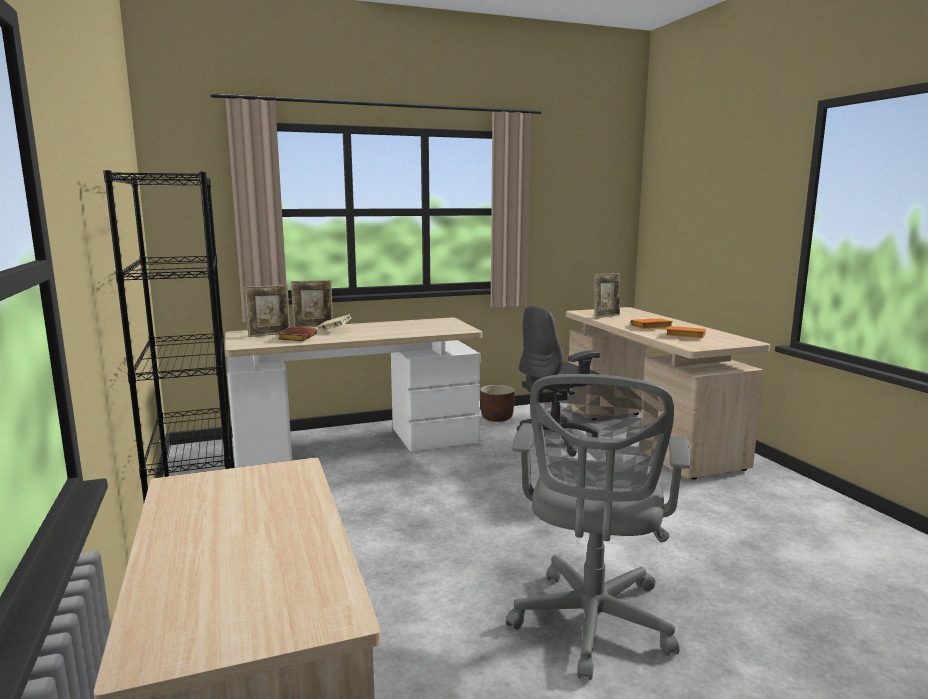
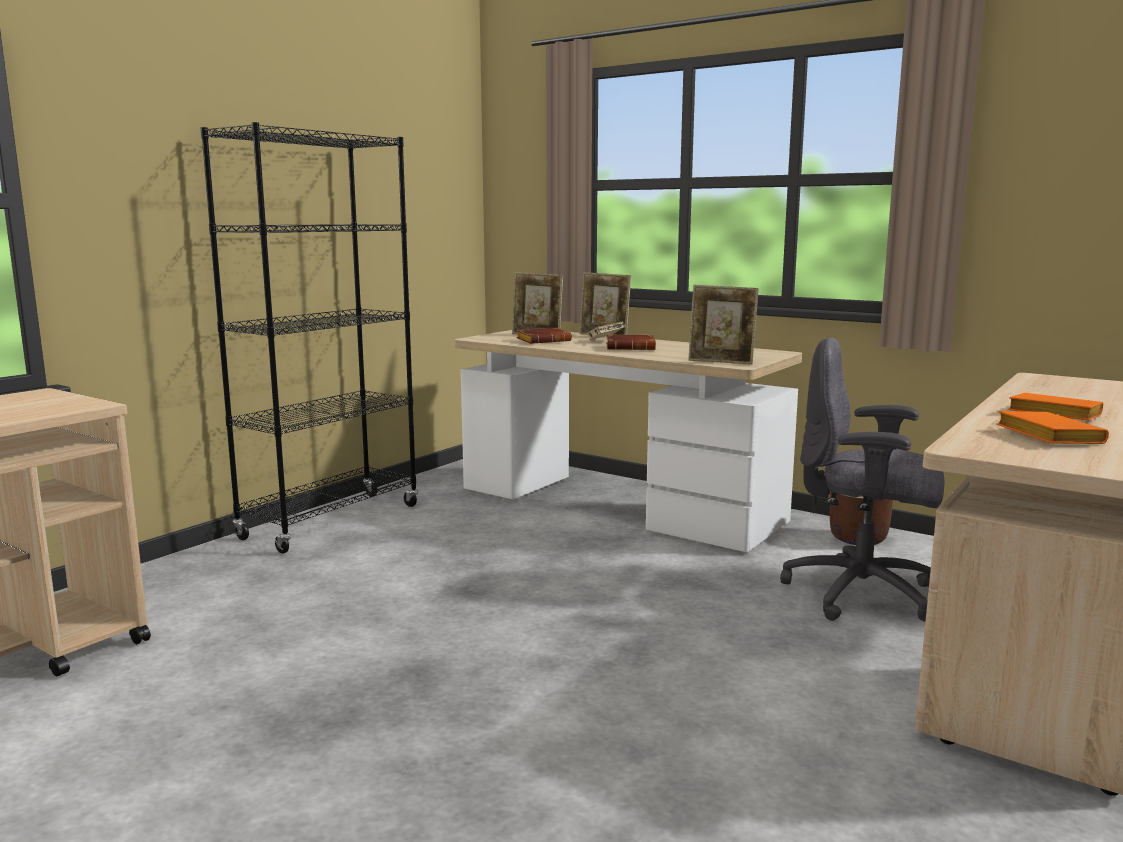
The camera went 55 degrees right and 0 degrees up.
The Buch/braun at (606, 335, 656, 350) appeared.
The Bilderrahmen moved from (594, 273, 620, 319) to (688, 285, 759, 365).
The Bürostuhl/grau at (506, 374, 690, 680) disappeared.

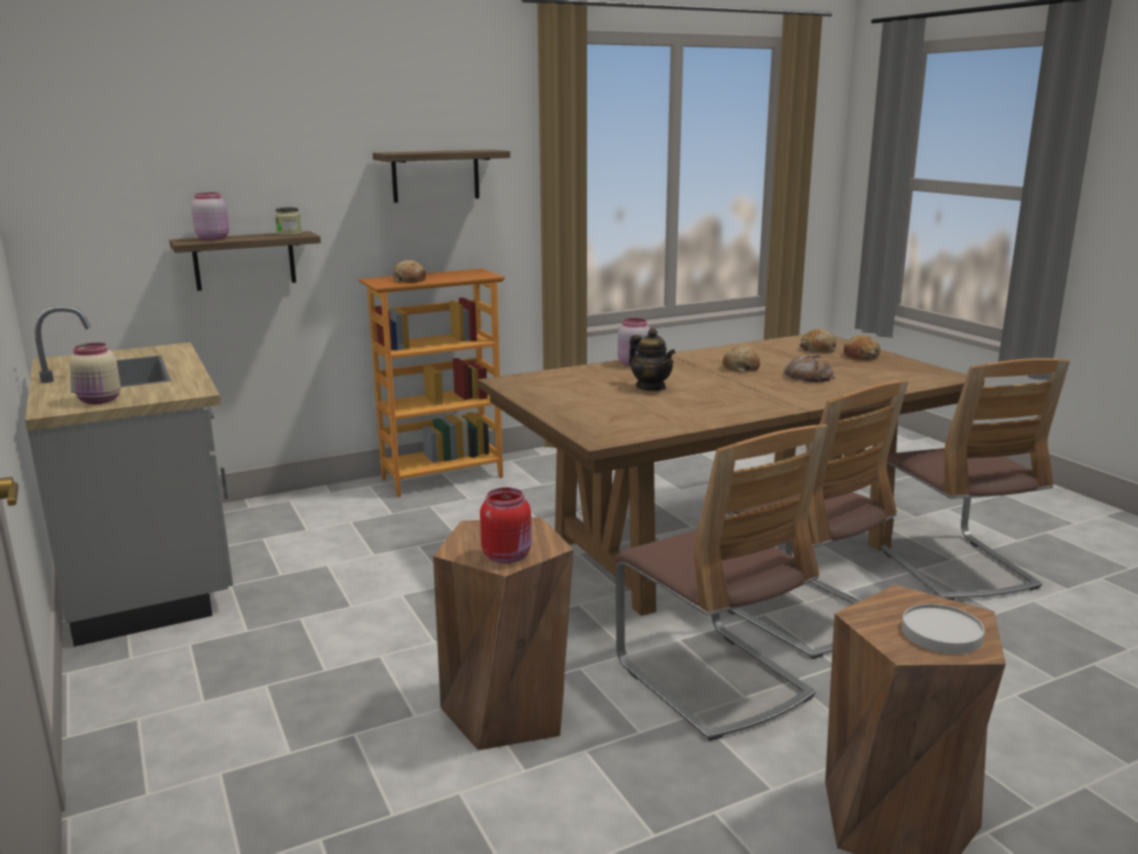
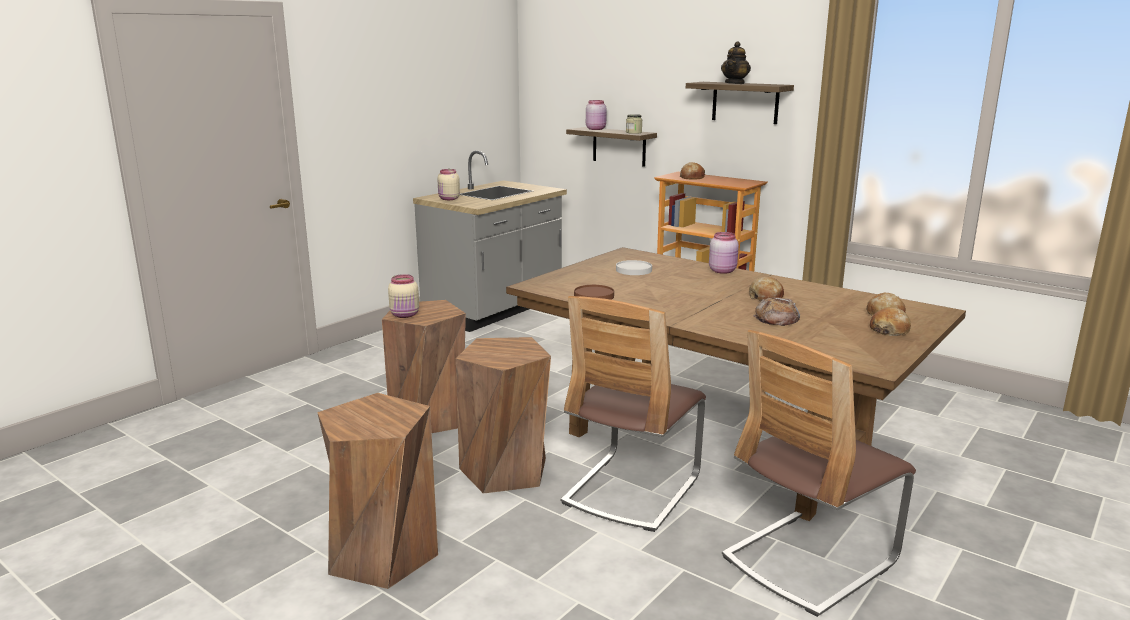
The camera went 65 degrees right and 0 degrees up.
The Vorratsglas/rot at (480, 487, 532, 564) became the Vorratsglas/beige at (388, 274, 419, 318).
The Stuhl at (614, 424, 828, 741) was replaced by the Hocker/braun at (456, 337, 551, 494).
The Teller/braun at (574, 285, 614, 300) appeared.
The Teller/weiß moved from (902, 604, 985, 654) to (616, 260, 652, 275).
The Teekanne moved from (629, 328, 676, 391) to (721, 41, 751, 84).

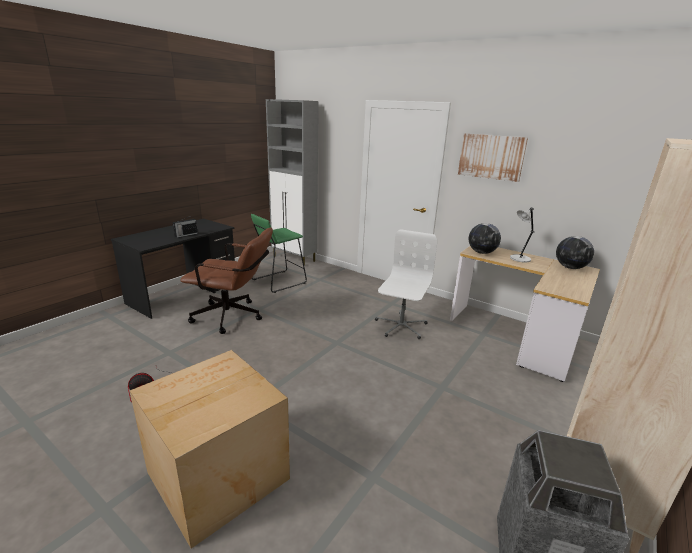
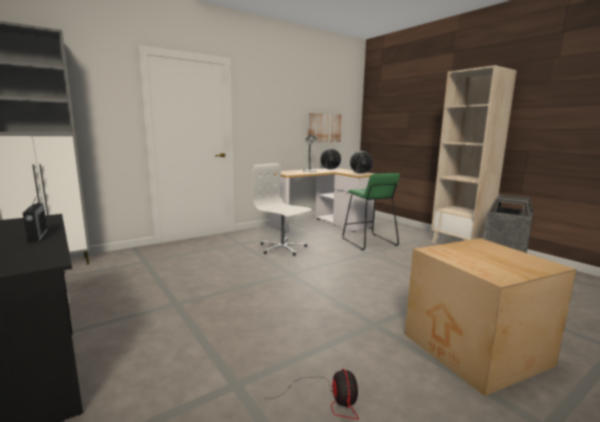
The camera went 70 degrees left and 10 degrees down.
The Bild moved from (458, 133, 528, 182) to (308, 113, 342, 142).
The Hocker/grün moved from (251, 214, 307, 293) to (343, 173, 400, 250).
The Globus moved from (469, 223, 501, 254) to (350, 151, 373, 174).
The Bürostuhl/braun at (180, 228, 273, 334) disappeared.

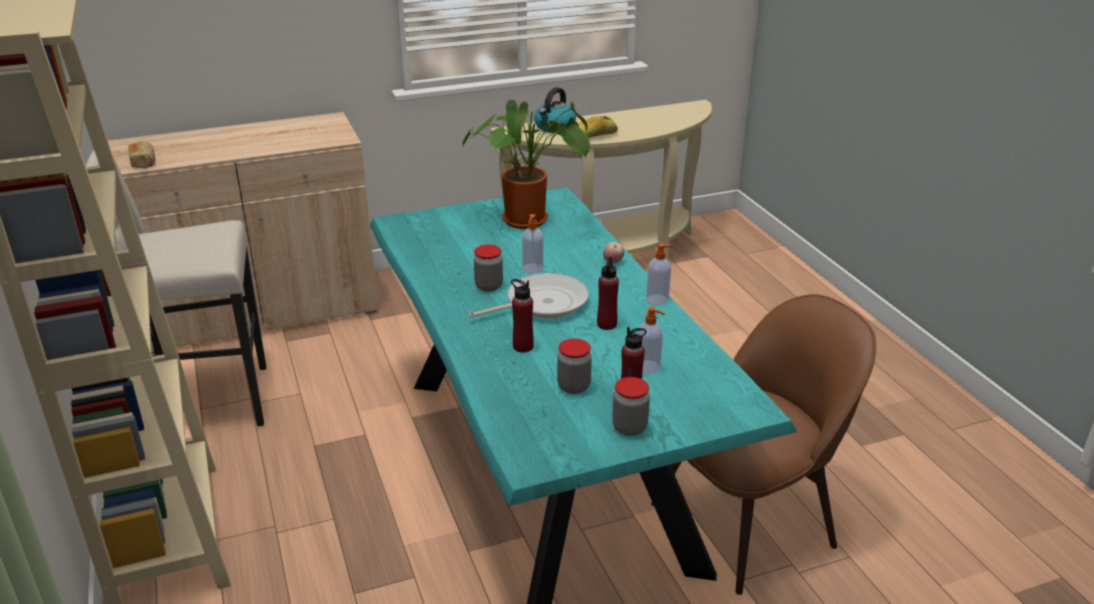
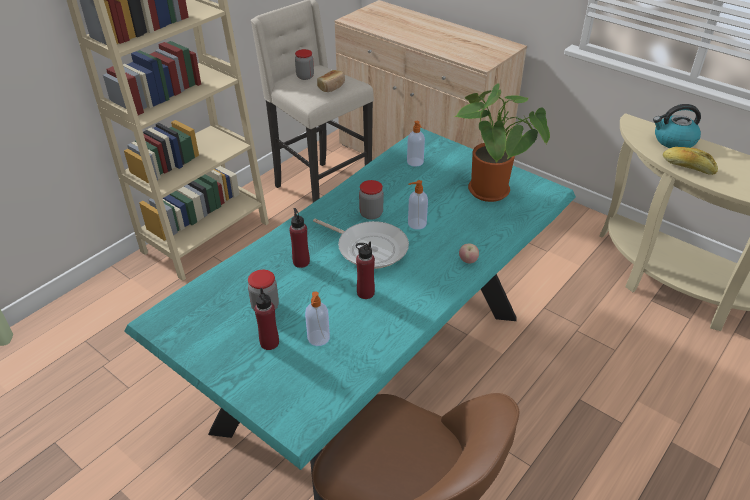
The camera went 60 degrees right and 10 degrees up.
The Vorratsglas moved from (612, 377, 650, 436) to (295, 49, 314, 80).
The Brot moved from (128, 141, 156, 168) to (317, 70, 345, 92).
The Seifenspender moved from (646, 243, 675, 305) to (407, 121, 425, 167).

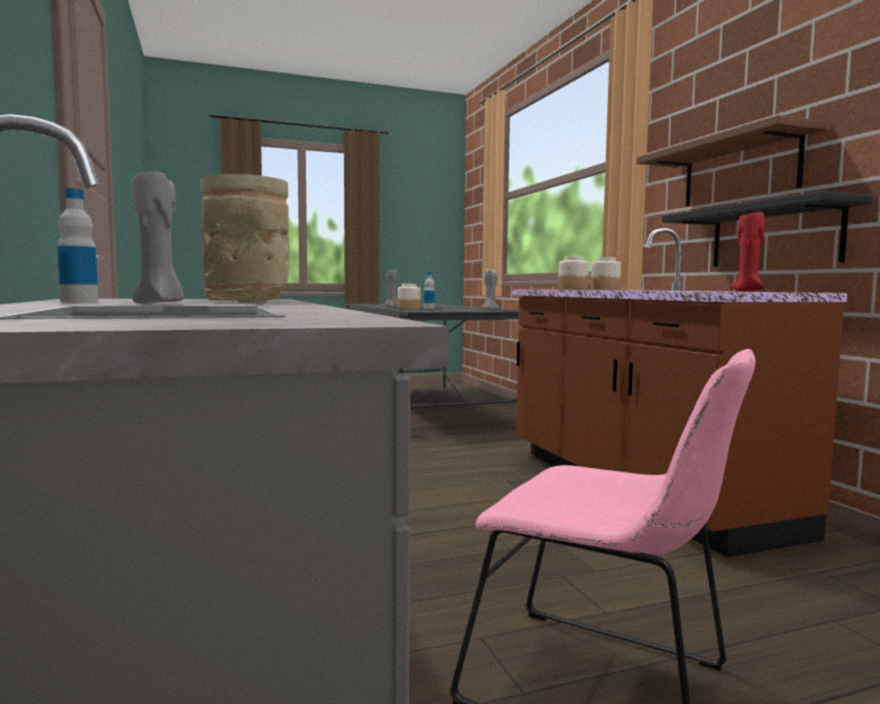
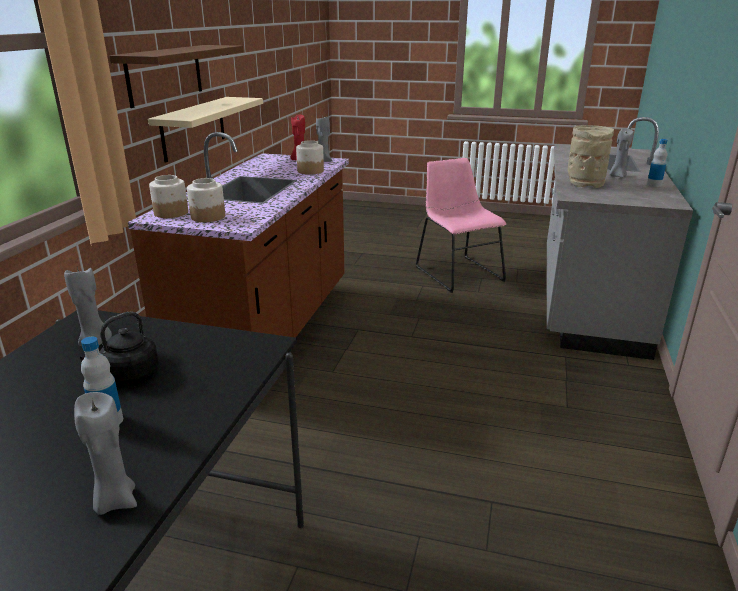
The camera went 145 degrees left and 20 degrees up.
The Wasserkessel/schwarz at (80, 311, 158, 383) appeared.
The Wandregal/schwarz at (662, 191, 872, 267) became the Wandregal/beige at (148, 97, 263, 163).
The Vorratsglas moved from (398, 284, 420, 309) to (296, 140, 324, 175).
The Kerze/grau at (316, 116, 332, 162) appeared.

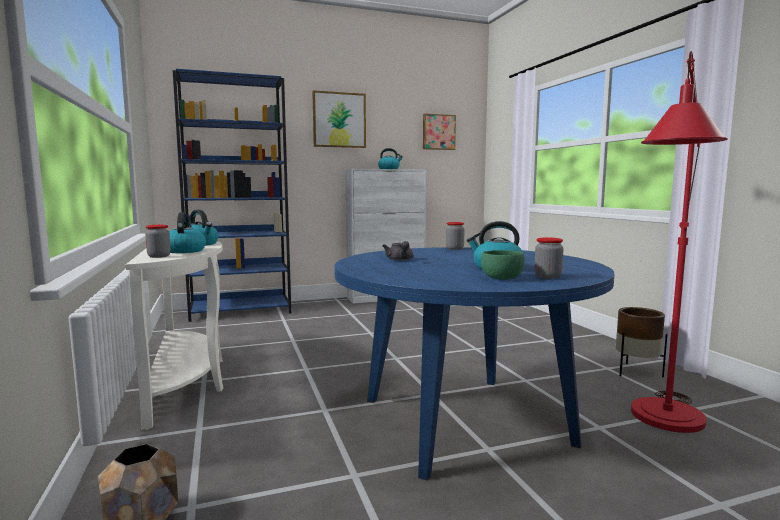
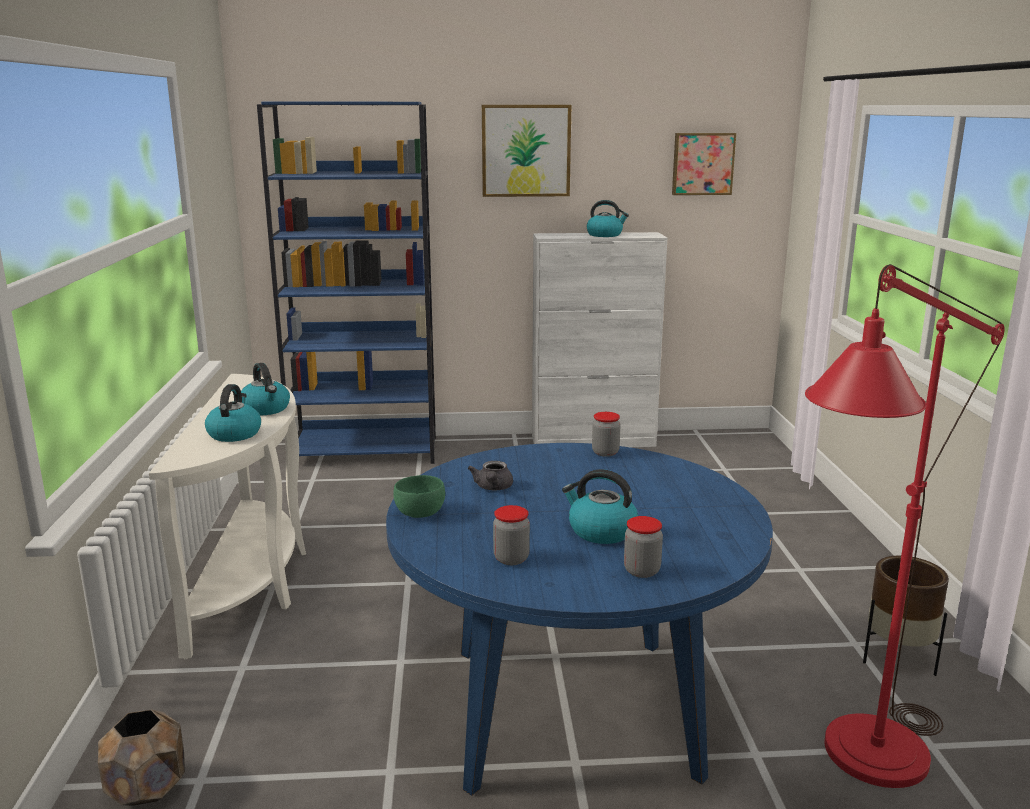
The camera went 15 degrees right and 10 degrees up.
The Schüssel/grün moved from (481, 250, 525, 280) to (393, 475, 445, 518).
The Vorratsglas moved from (145, 225, 171, 258) to (493, 505, 530, 565).

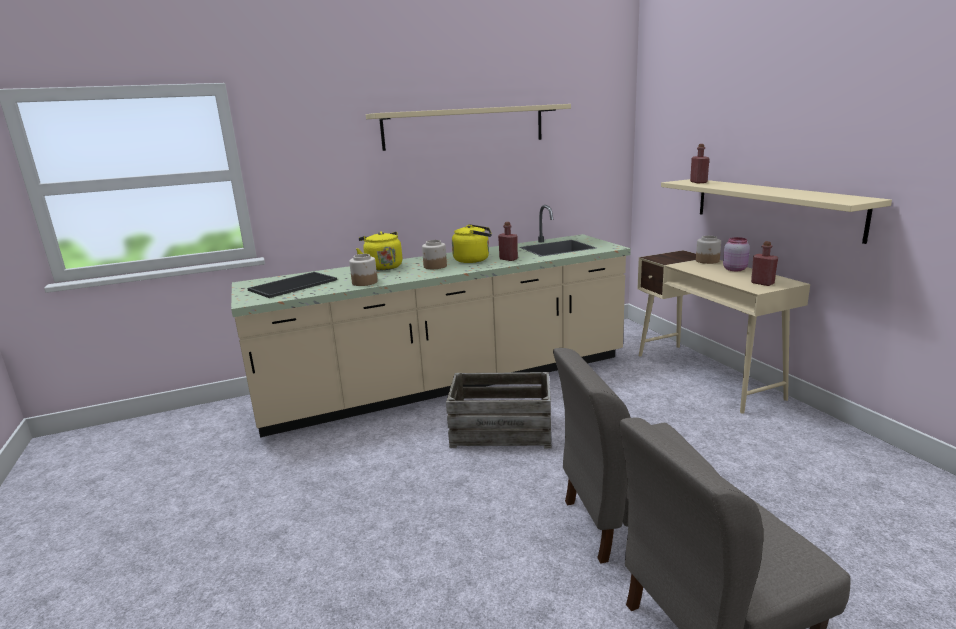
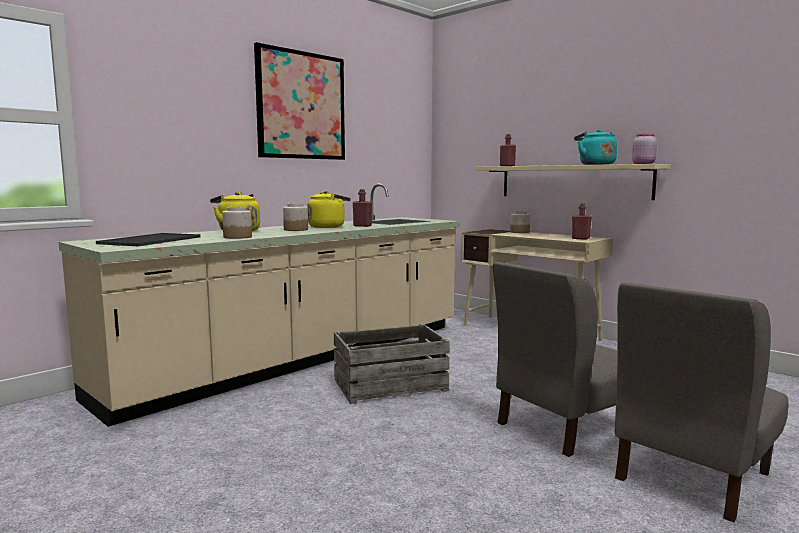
The camera went 25 degrees left and 10 degrees down.
The Wandregal/beige at (366, 104, 571, 151) was replaced by the Bild at (254, 42, 345, 160).
The Wasserkessel/türkis at (574, 130, 617, 165) appeared.
The Vorratsglas/rosa moved from (723, 237, 750, 271) to (632, 133, 657, 164).

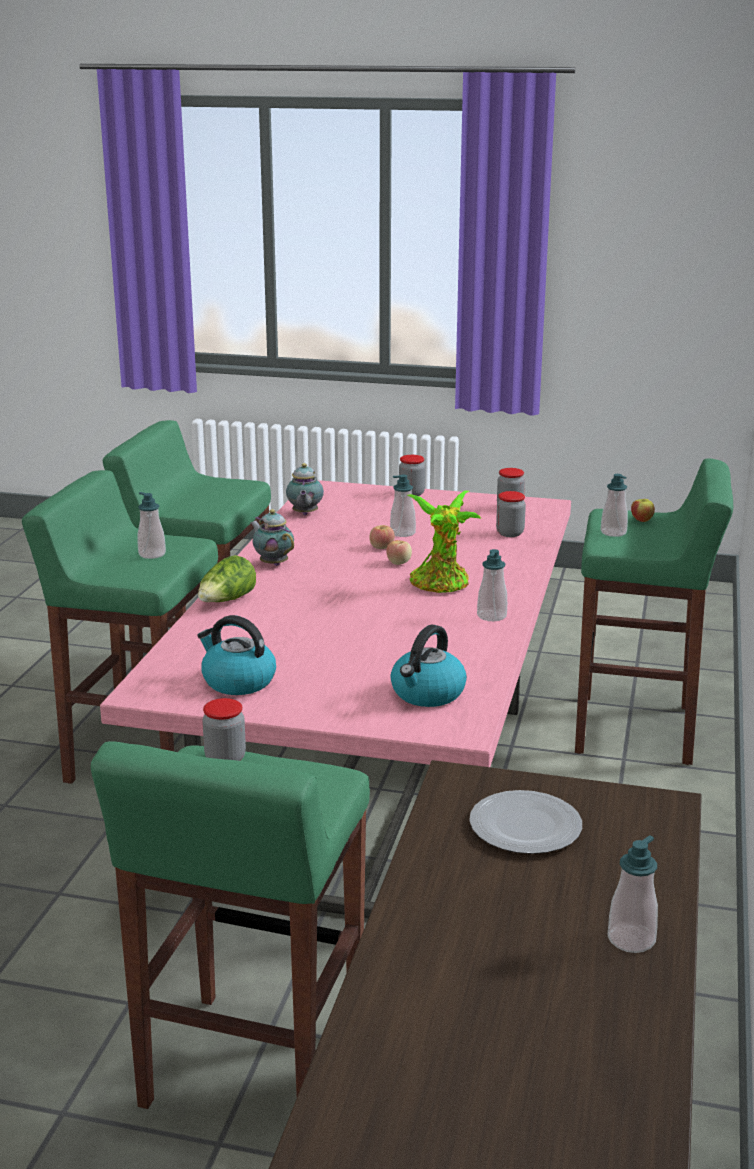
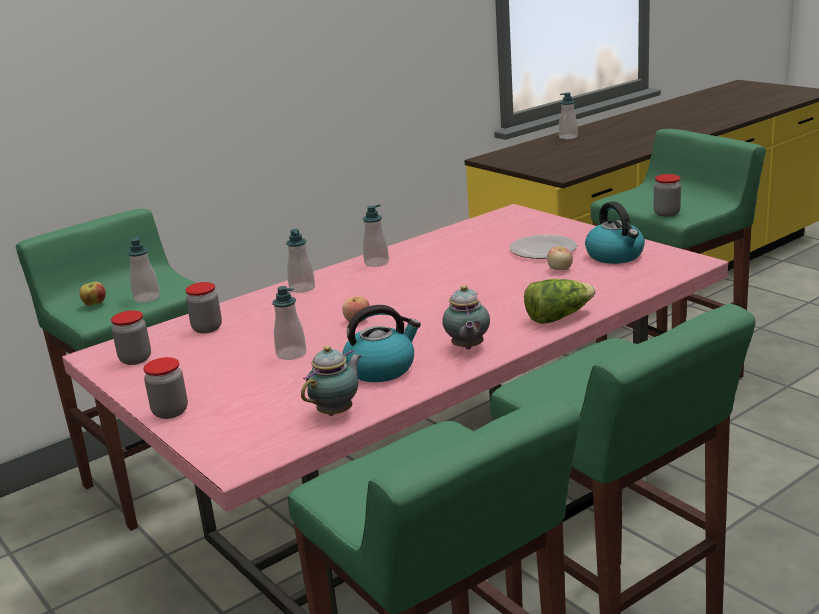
The camera went 140 degrees left and 0 degrees up.
The Seifenspender moved from (138, 492, 166, 559) to (286, 229, 315, 293).
The Wasserkessel moved from (390, 625, 467, 707) to (342, 305, 421, 382).
The Teller moved from (469, 790, 582, 854) to (509, 235, 577, 259).
The Apfel moved from (370, 525, 395, 549) to (547, 246, 573, 270).
The Topfpflanze at (407, 491, 482, 593) disappeared.

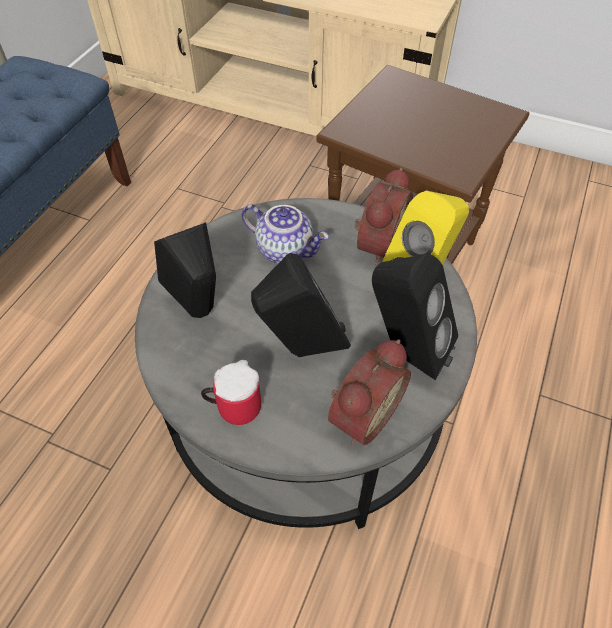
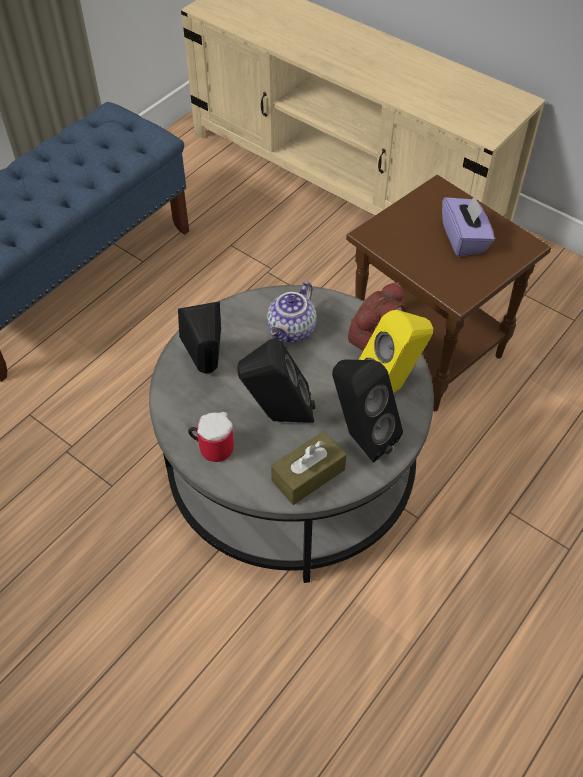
The camera went 15 degrees right and 0 degrees up.
The Teekanne at (241, 204, 329, 263) turned 75 degrees clockwise.
The Wecker at (328, 339, 411, 445) was replaced by the Taschentuchbox/braun at (271, 431, 346, 505).
The Taschentuchbox/lila at (442, 195, 495, 257) appeared.

